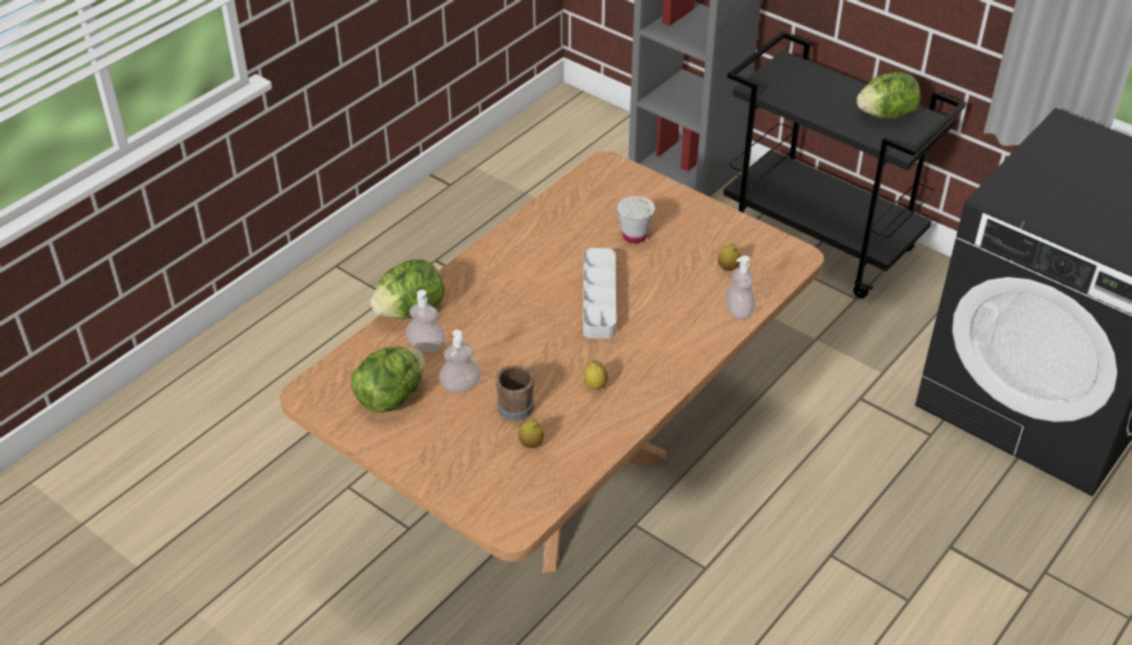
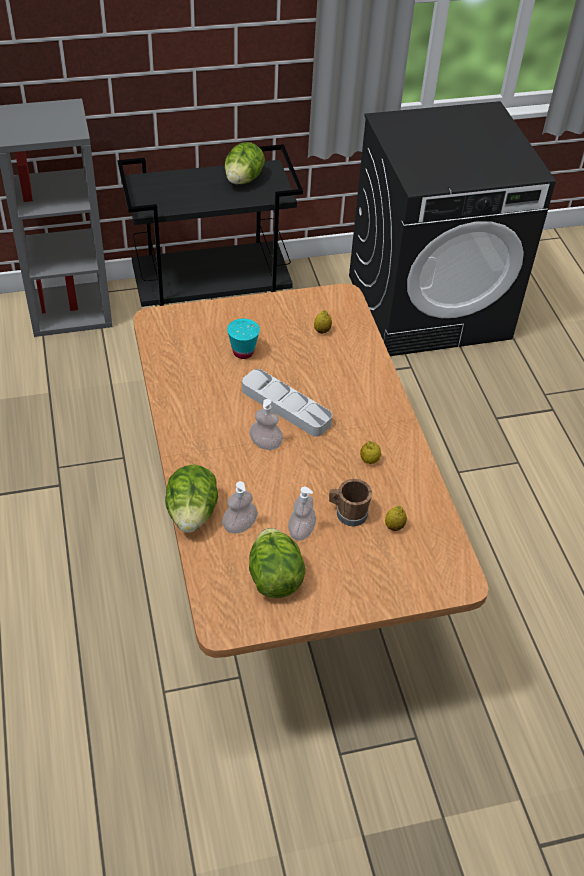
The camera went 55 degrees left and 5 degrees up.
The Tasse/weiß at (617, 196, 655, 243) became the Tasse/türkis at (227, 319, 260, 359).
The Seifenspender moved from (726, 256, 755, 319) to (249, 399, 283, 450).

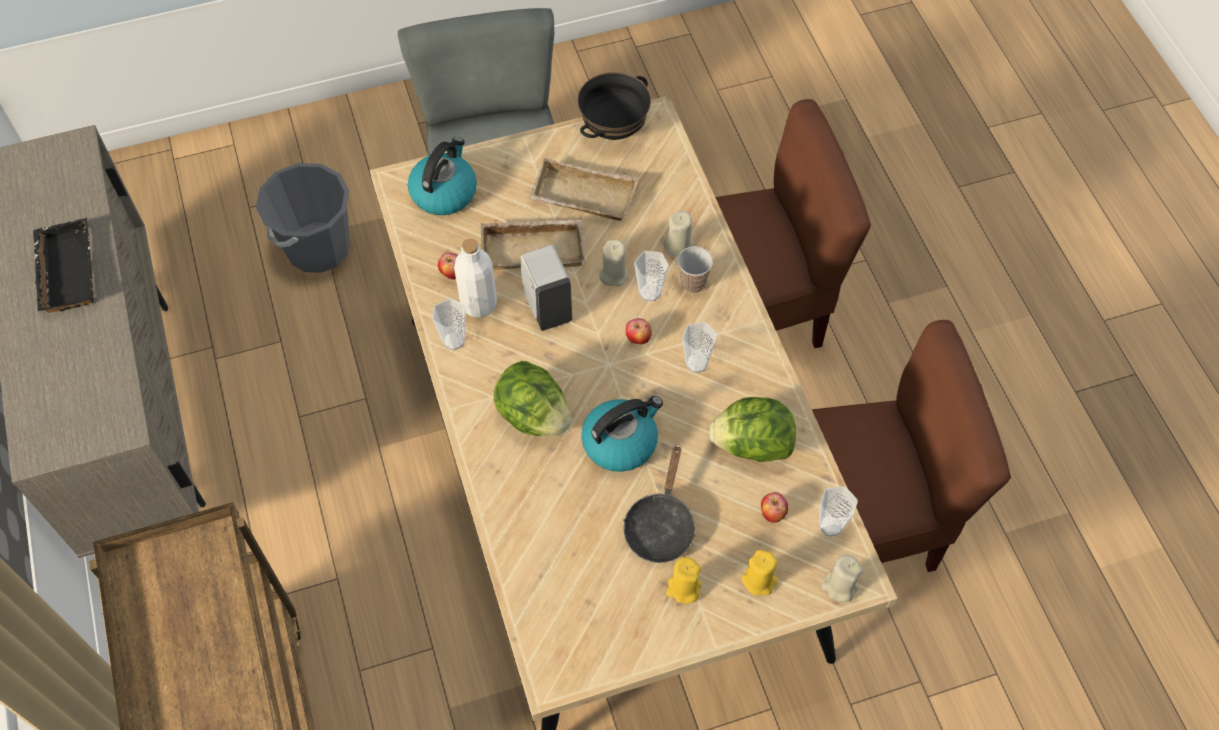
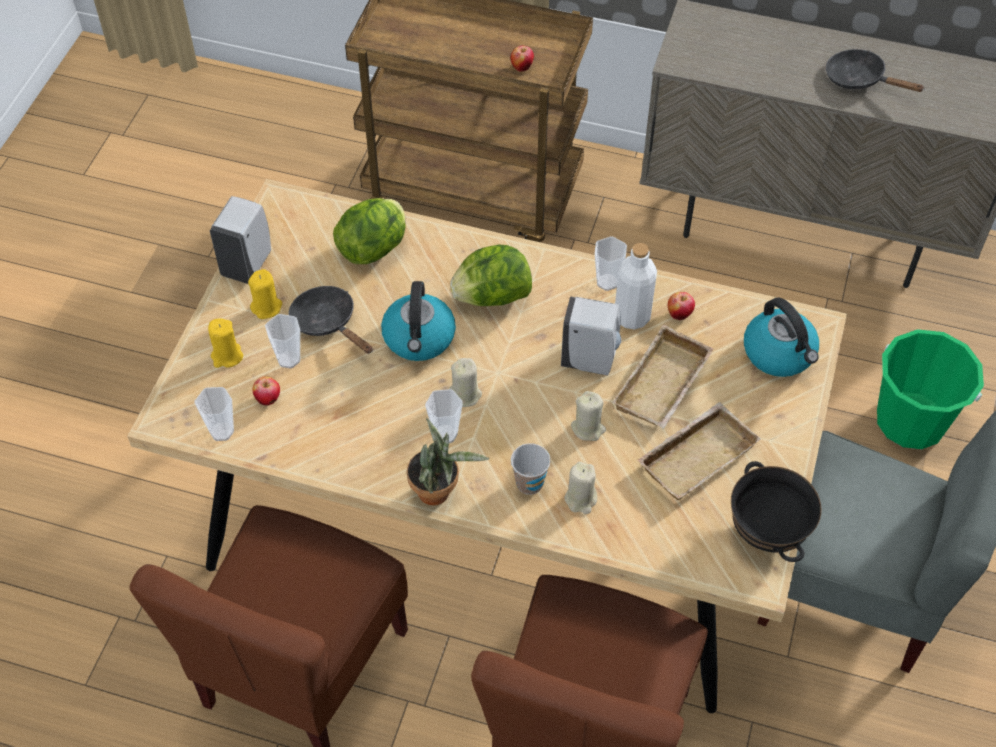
The camera went 125 degrees right and 5 degrees down.
The Seifenspender/weiß at (210, 196, 271, 284) appeared.
The Tasse moved from (634, 251, 669, 301) to (265, 314, 300, 369).
The Salatkopf moved from (709, 397, 796, 462) to (333, 198, 406, 264).
The Topfpflanze at (407, 418, 489, 506) appeared.
The Kerze/beige moved from (822, 554, 863, 602) to (449, 358, 482, 407).
The Apfel moved from (626, 318, 652, 344) to (511, 46, 534, 72).
The Tablett/schwarz at (33, 218, 93, 313) was replaced by the Pfanne/schwarz at (826, 49, 925, 92).
The Eimer/grau at (256, 163, 350, 273) became the Eimer/grün at (877, 329, 984, 449).

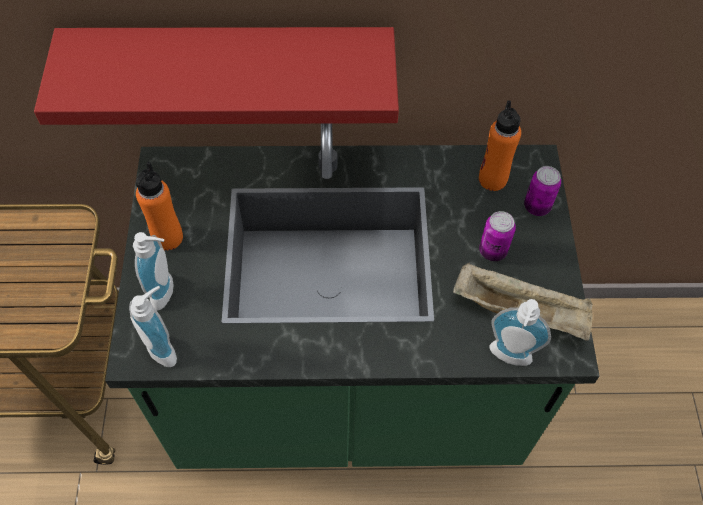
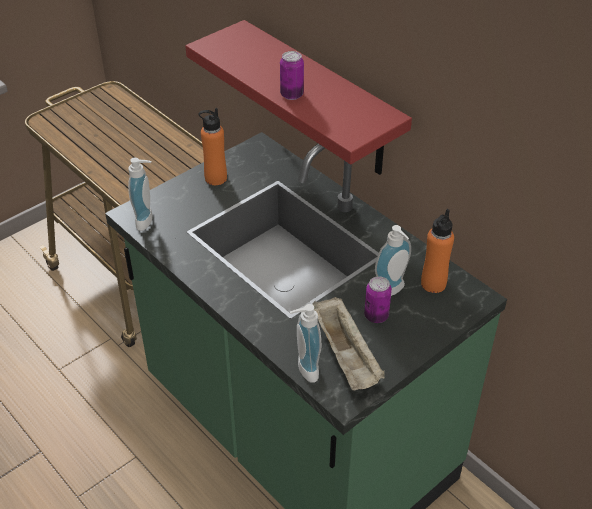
The camera went 50 degrees right and 15 degrees down.
The Dose moved from (524, 166, 561, 216) to (280, 51, 304, 100).
The Seifenspender moved from (133, 232, 173, 310) to (375, 225, 411, 296).

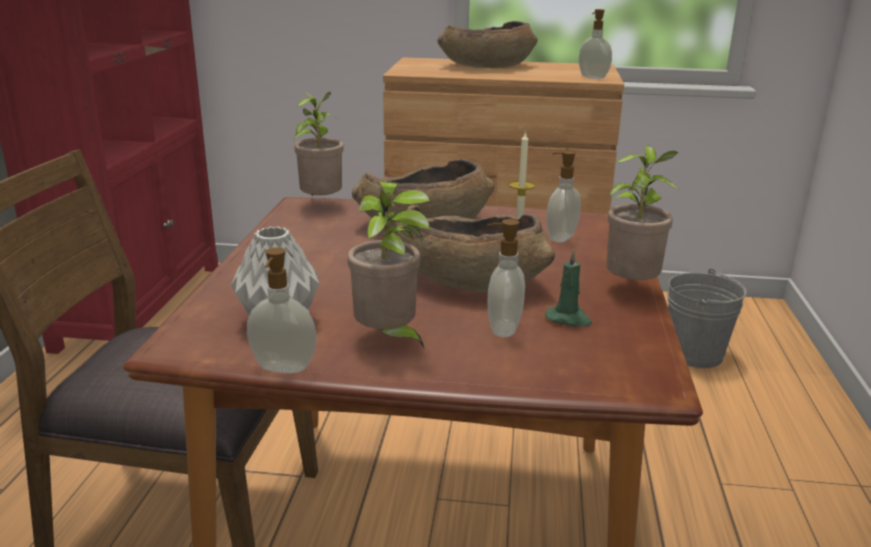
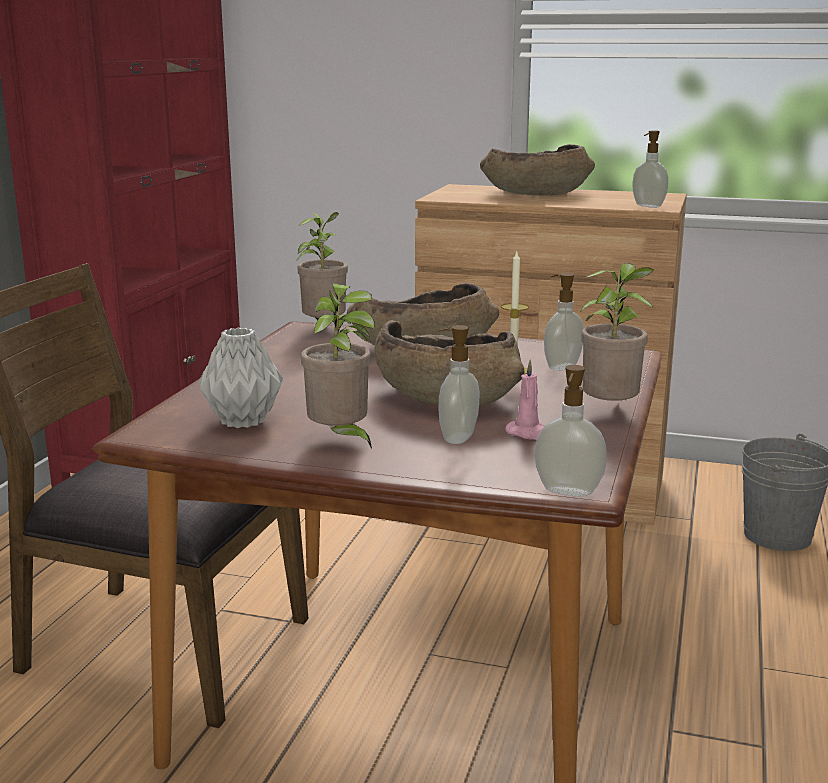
The camera went 10 degrees right and 5 degrees down.
The Kerze/grün at (545, 249, 592, 327) became the Kerze/rosa at (505, 360, 544, 440).
The Seifenspender moved from (247, 247, 317, 373) to (535, 365, 607, 496).

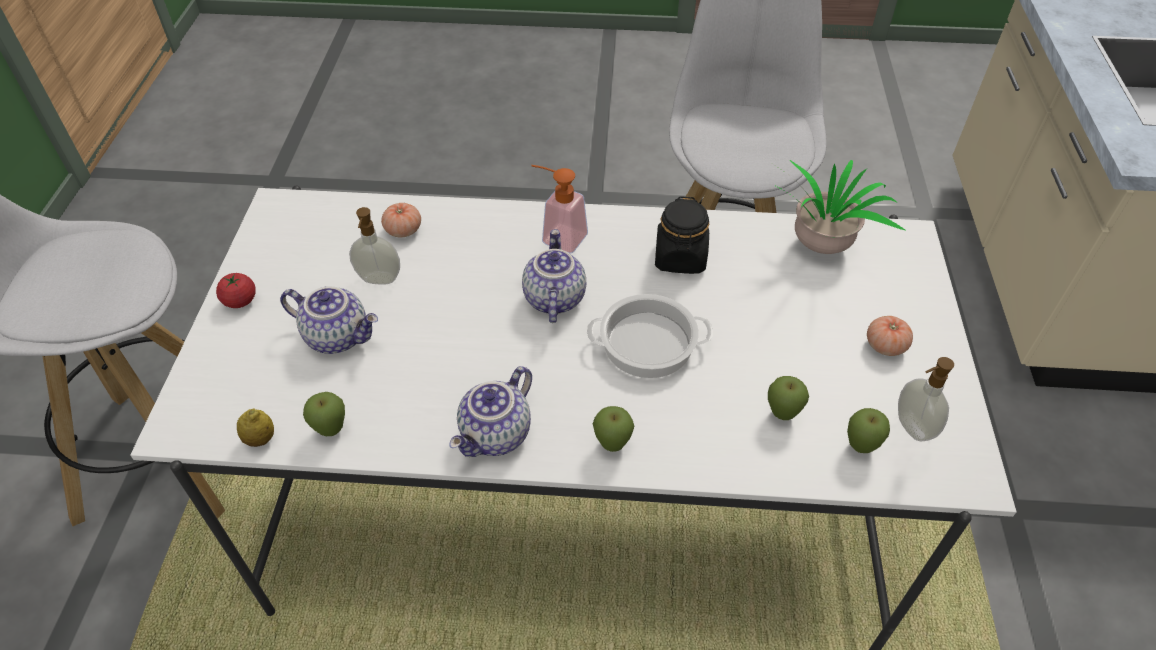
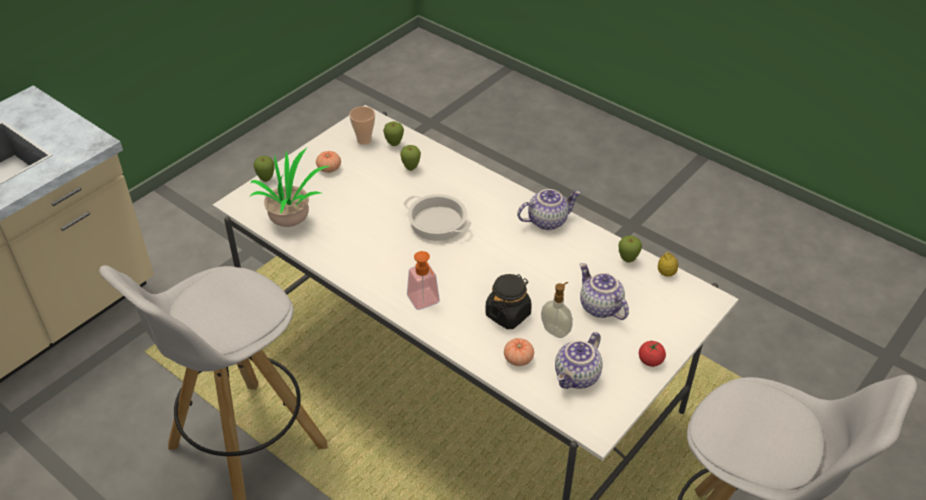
The camera went 145 degrees left and 5 degrees down.
The Apfel moved from (593, 406, 634, 452) to (253, 156, 275, 182).
The Seifenspender at (898, 357, 954, 441) was replaced by the Tasse at (349, 106, 375, 145).
The Vorratsglas/schwarz moved from (655, 196, 709, 274) to (485, 274, 532, 329).
The Teekanne moved from (522, 229, 586, 323) to (555, 332, 602, 389).

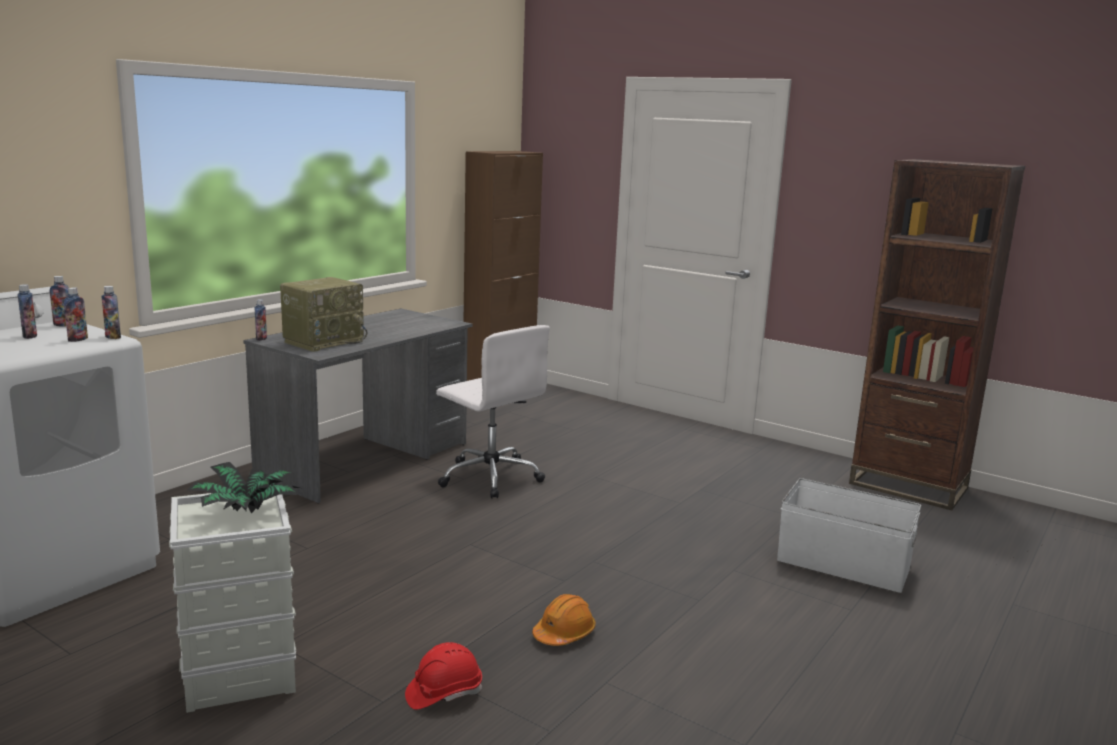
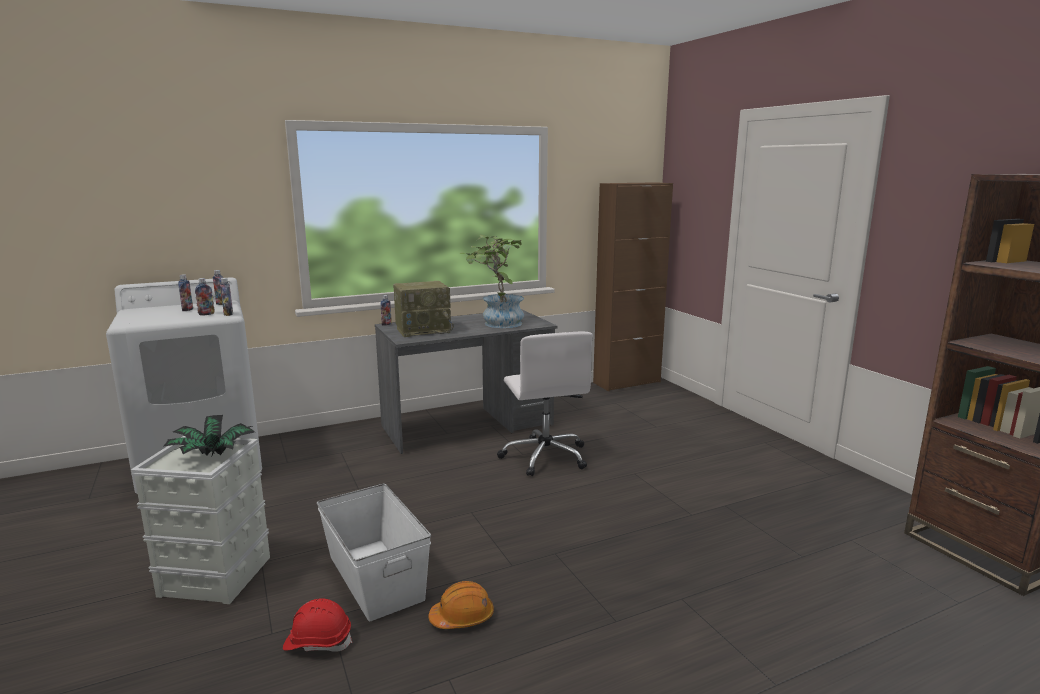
The camera went 30 degrees right and 0 degrees up.
The Aufbewahrungsbox/weiß moved from (777, 478, 921, 593) to (317, 484, 431, 621).
The Topfpflanze at (460, 235, 524, 328) appeared.

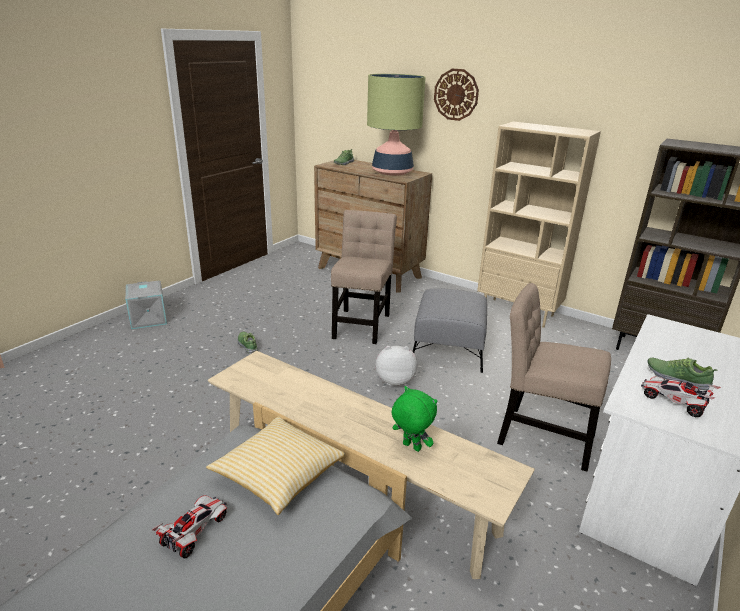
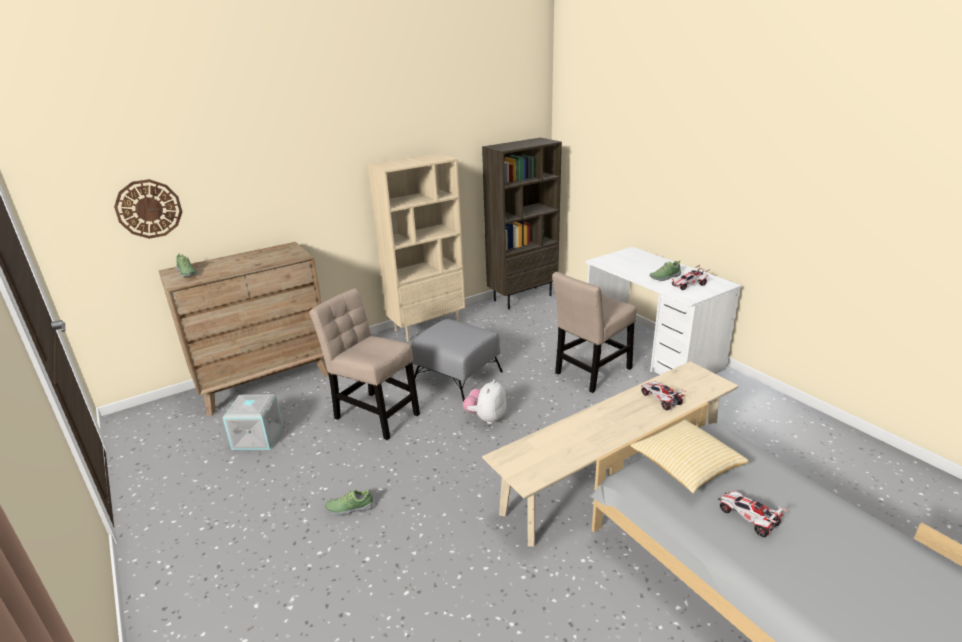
The camera went 65 degrees left and 0 degrees up.
The Wanduhr moved from (434, 69, 479, 121) to (114, 179, 182, 239).
The Aufbewahrungsbox/grau moved from (125, 281, 167, 329) to (223, 394, 283, 450).
The Plüschtier/grün at (391, 386, 437, 452) was replaced by the Spielzeugauto at (641, 381, 687, 410).
The Tischlampe at (367, 74, 426, 176) disappeared.

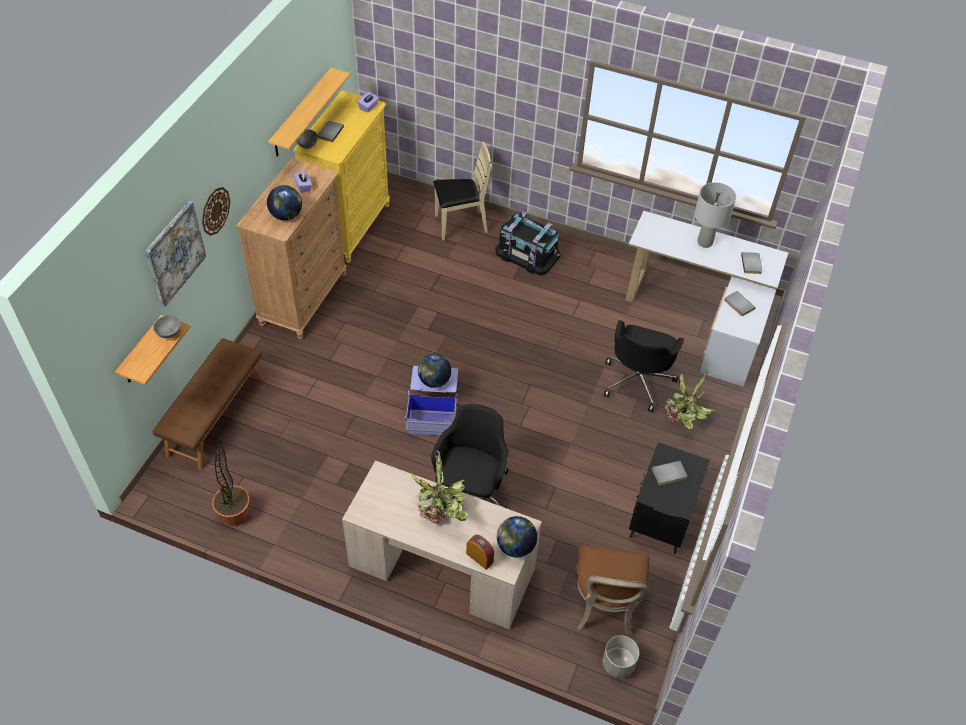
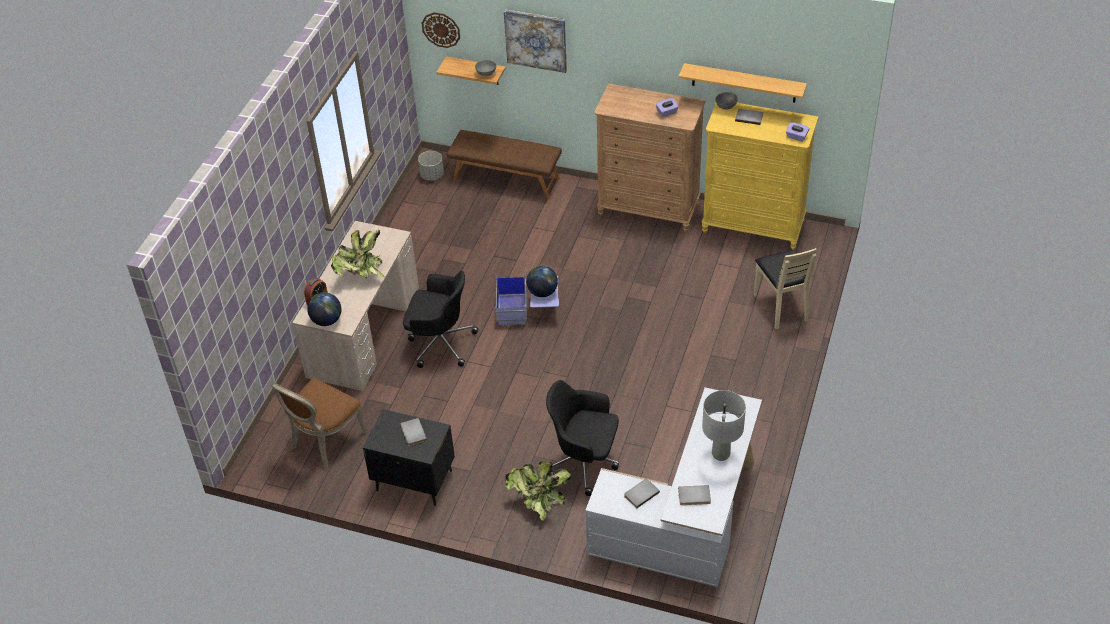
The camera went 90 degrees right and 5 degrees down.
The Stuhl/braun at (574, 546, 650, 637) turned 60 degrees counterclockwise.
The Pflanzkübel/grau moved from (603, 636, 639, 678) to (418, 151, 444, 181).
The Wanduhr moved from (202, 187, 230, 236) to (422, 12, 460, 48).
The Topfpflanze at (212, 439, 249, 526) disappeared.
The Globus at (267, 185, 302, 221) disappeared.
The Aufbewahrungsbox/schwarz at (495, 211, 560, 275) disappeared.

